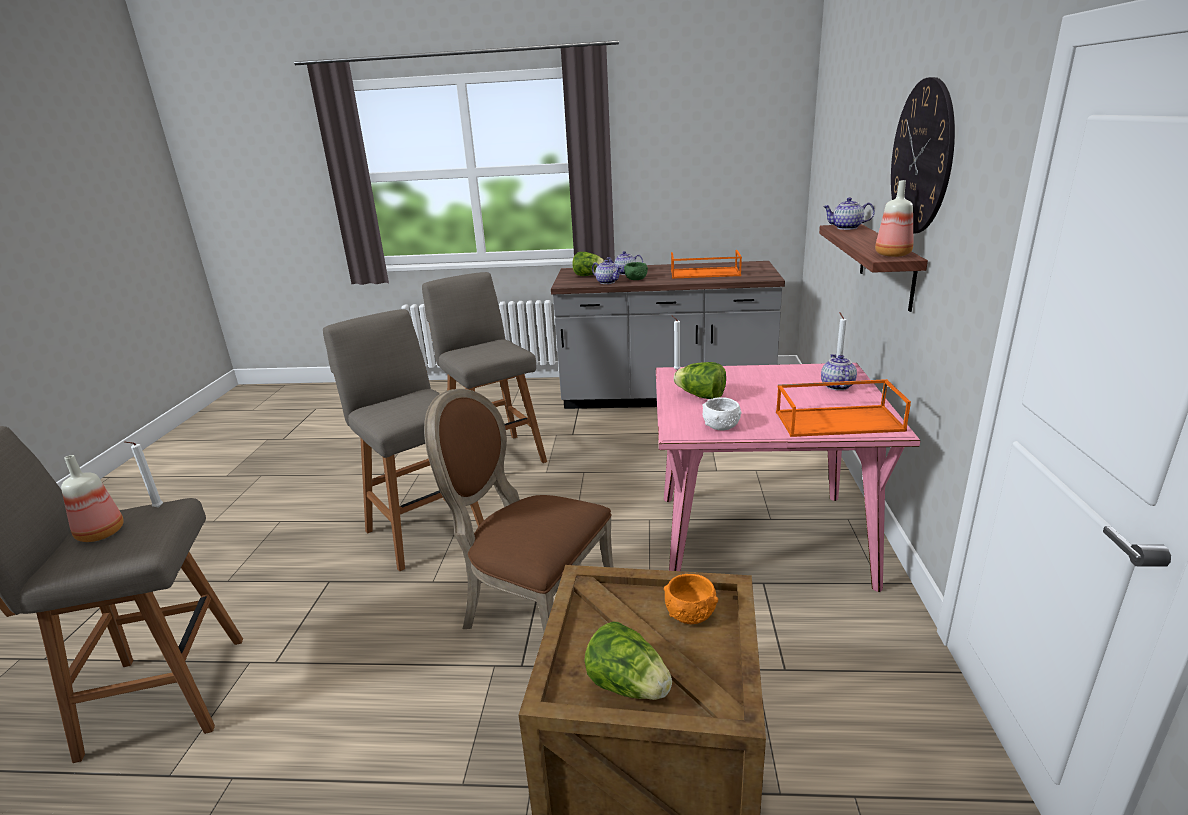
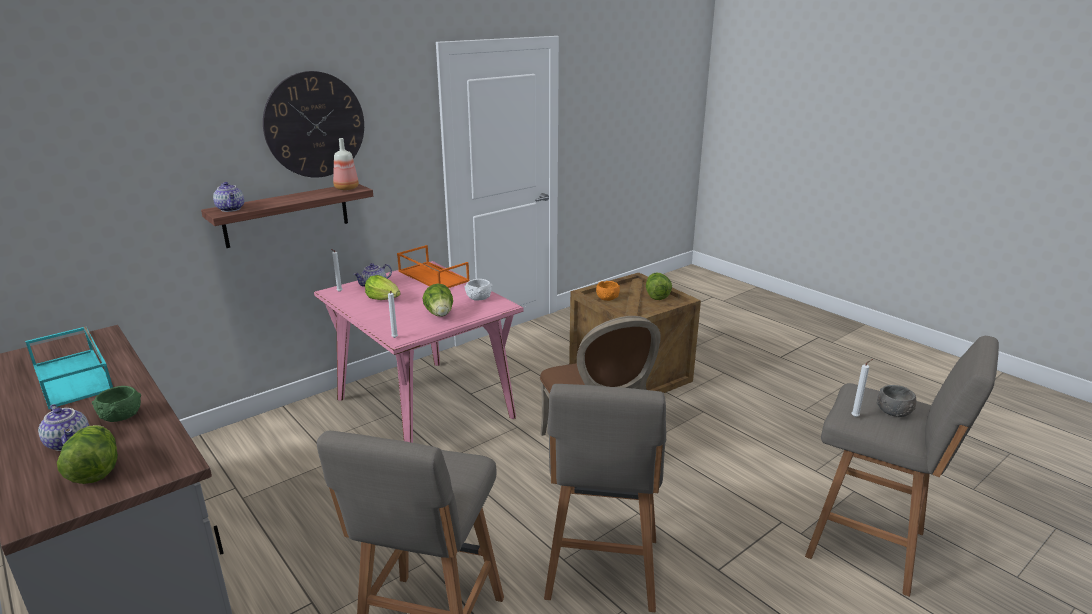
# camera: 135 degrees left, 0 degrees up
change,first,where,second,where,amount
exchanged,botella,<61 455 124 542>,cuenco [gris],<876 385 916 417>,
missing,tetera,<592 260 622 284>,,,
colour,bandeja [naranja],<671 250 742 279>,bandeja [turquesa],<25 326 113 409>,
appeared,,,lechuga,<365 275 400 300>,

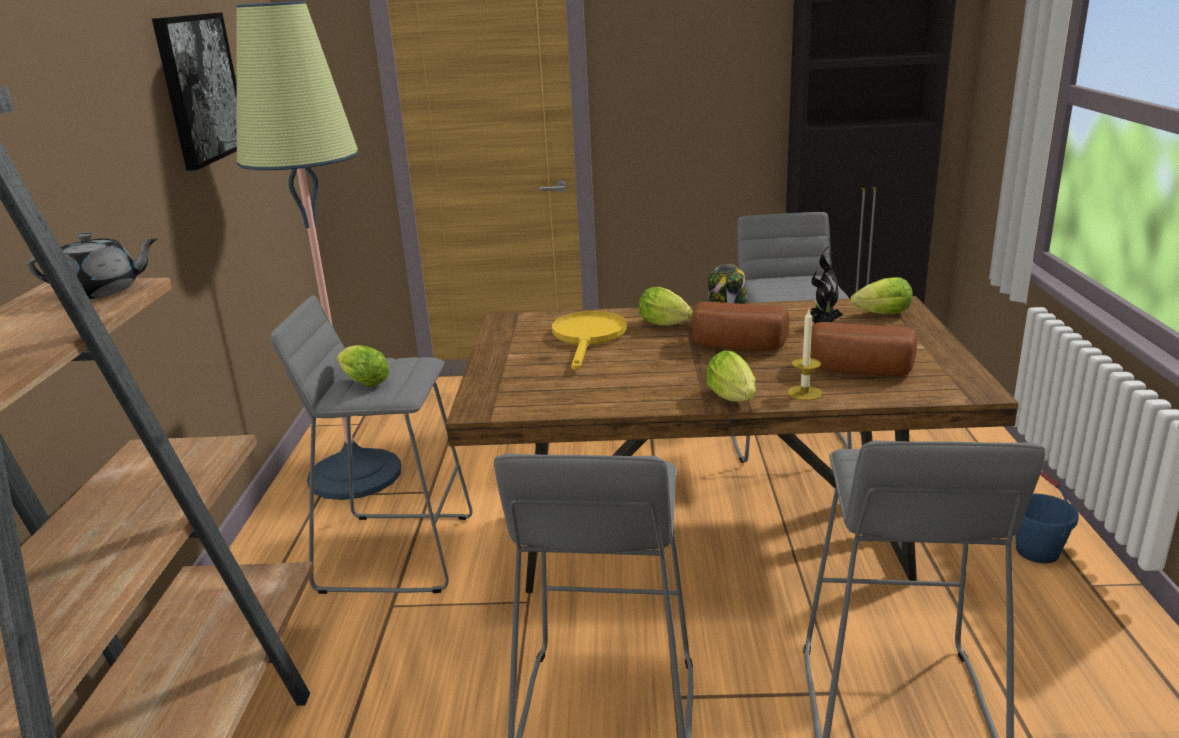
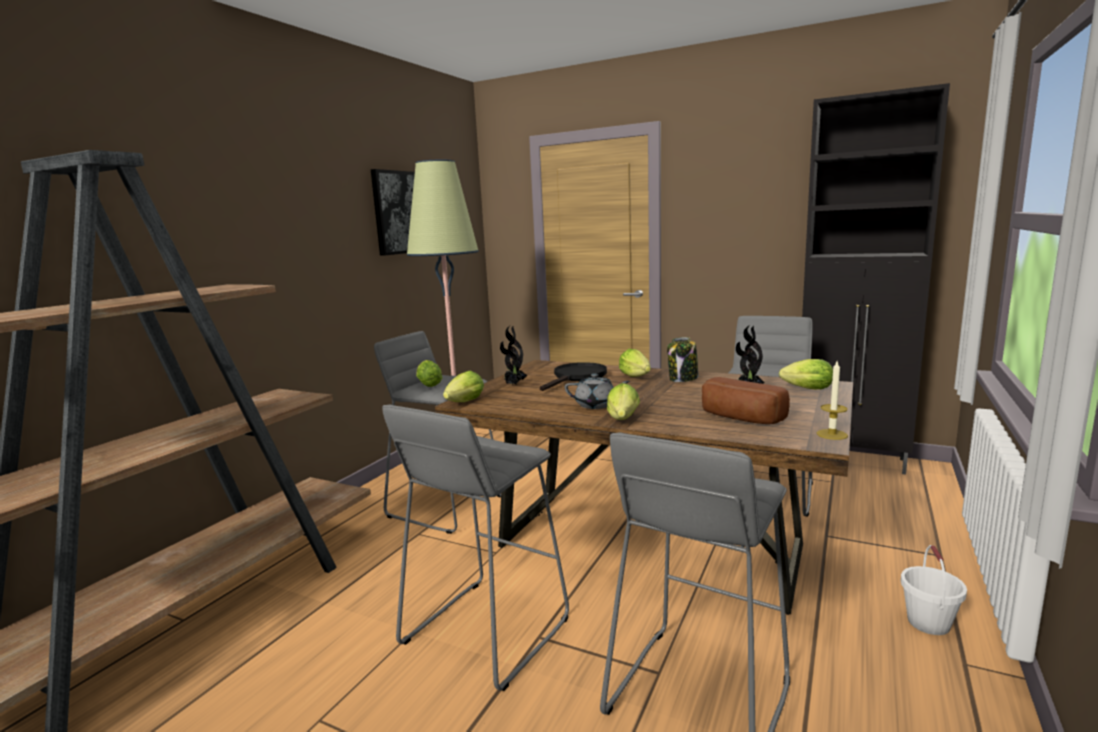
# camera: 25 degrees right, 10 degrees down
change,first,where,second,where,amount
relocated,tetera [gris],<27 232 158 299>,,<565 374 630 409>,
colour,sartén [amarillo],<552 311 627 370>,sartén [negro],<540 362 607 391>,
missing,pan,<692 302 790 351>,,,
relocated,vela,<788 310 822 401>,,<817 361 848 440>,
colour,cubo [azul],<1015 472 1079 563>,cubo [blanco],<900 545 967 635>,
appeared,,,lechuga,<443 371 484 402>,
appeared,,,planta en maceta,<500 327 527 385>,

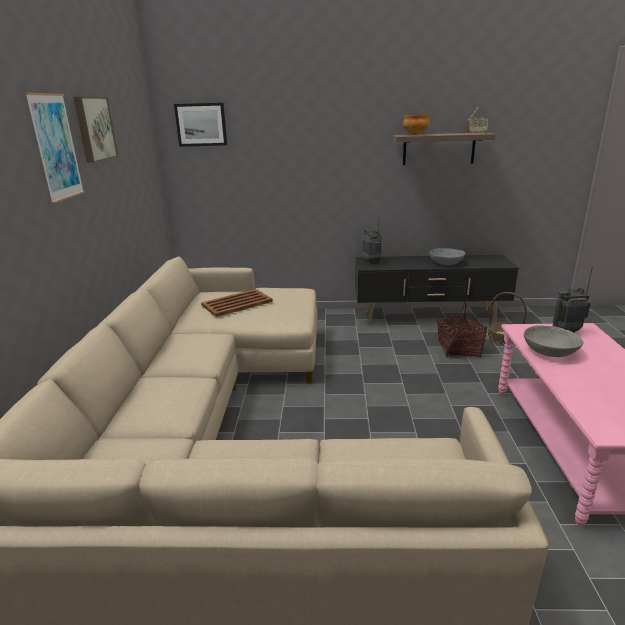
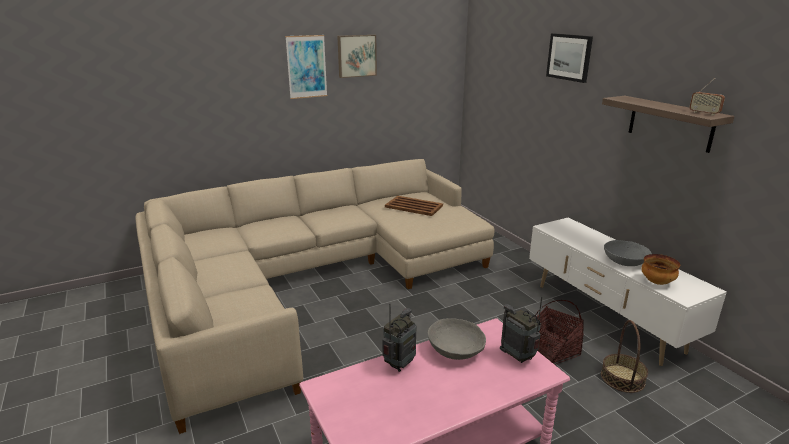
# camera: 60 degrees right, 0 degrees up
change,first,where,second,where,amount
relocated,cuadro,<174 103 227 147>,,<546 33 593 83>,
colour,mueble de televisión [negro],<355 255 519 324>,mueble de televisión [blanco],<529 218 727 366>,
relocated,radio,<363 218 382 263>,,<382 304 416 372>,
relocated,cuenco,<403 114 430 135>,,<641 254 680 285>,

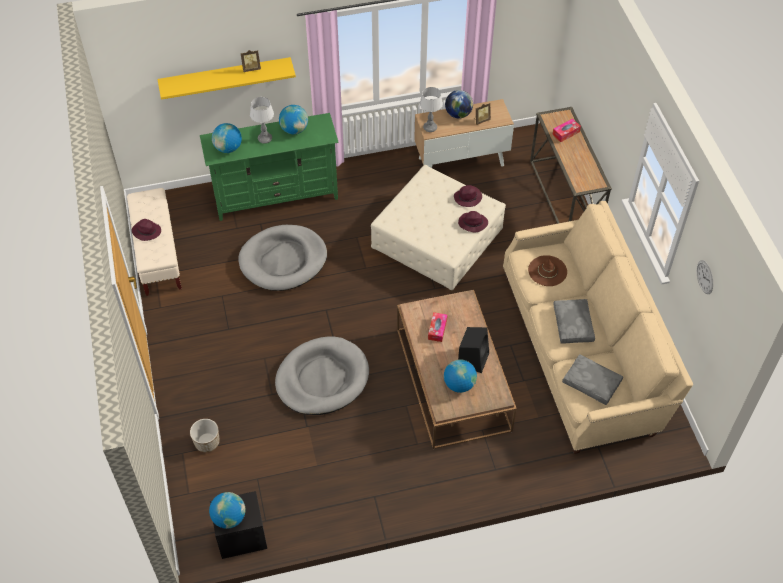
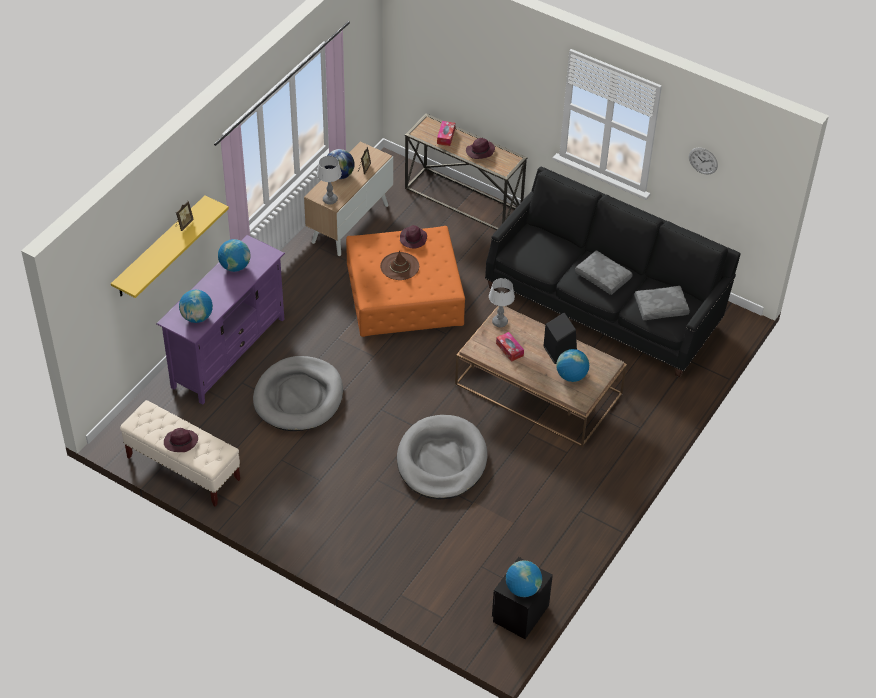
# camera: 45 degrees left, 5 degrees down
change,first,where,second,where,amount
missing,maceta,<190 419 220 452>,,,
colour,mueble de televisión [verde],<200 113 339 221>,mueble de televisión [morado],<156 235 285 405>,
relocated,lámpara de mesa,<250 97 274 144>,,<489 278 515 327>,
colour,puf [beis],<371 165 506 290>,puf [naranja],<346 226 465 337>,
relocated,sombrero [morado],<458 211 488 233>,,<466 138 495 159>,
colour,sofá [beis],<503 201 693 454>,sofá [negro],<485 167 741 377>,
relocated,sombrero [marrón],<528 255 567 286>,,<380 251 419 280>,

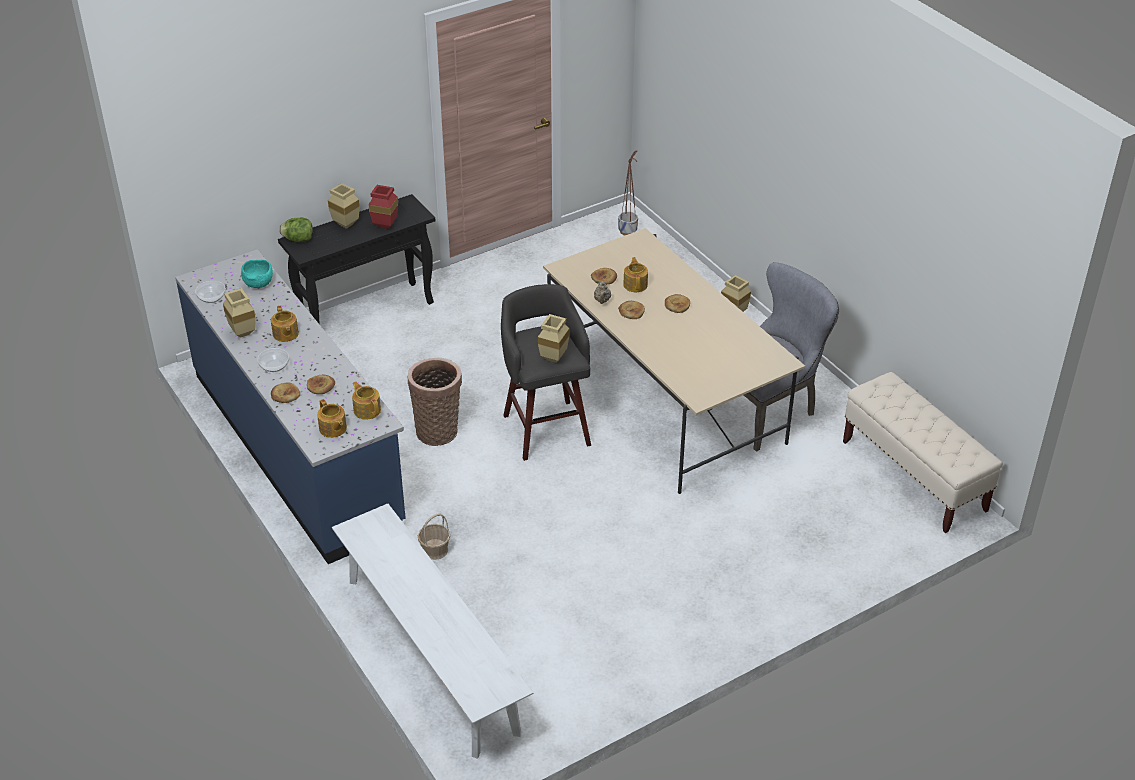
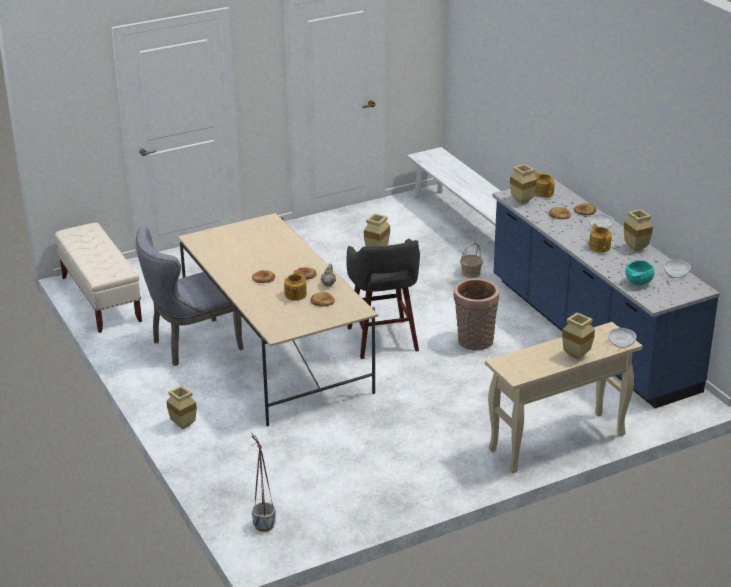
# camera: 175 degrees left, 10 degrees down
change,first,where,second,where,amount
colour,mesa consola [negro],<278 194 435 324>,mesa consola [beis],<485 322 642 473>,
exchanged,lechuga,<279 218 313 242>,cuenco,<608 328 636 348>,
exchanged,tetera,<352 381 381 420>,florero [beis],<510 164 537 204>,
missing,florero [rojo],<369 185 398 229>,,,

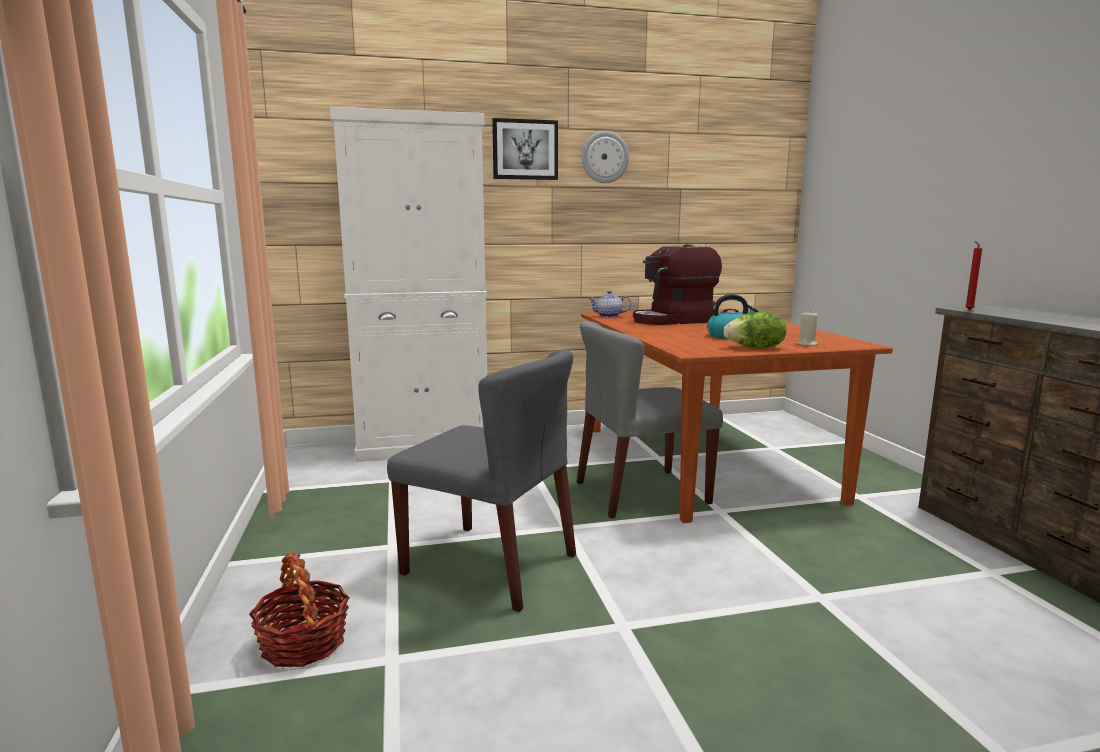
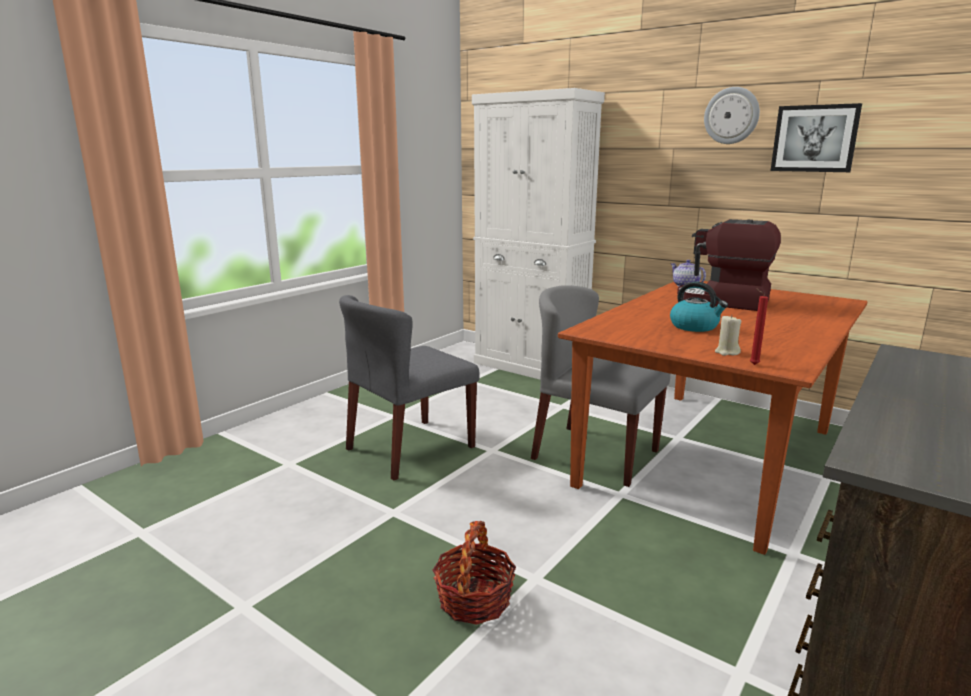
# camera: 50 degrees right, 5 degrees up
change,first,where,second,where,amount
relocated,cesta,<249 552 349 668>,,<432 521 516 625>,
spun,silla [gris],<387 350 576 612>,,<339 295 480 480>,60 degrees clockwise
relocated,cuadro,<492 118 558 180>,,<770 103 862 172>,
missing,lechuga,<723 312 787 348>,,,
relocated,vela [rojo],<965 241 982 310>,,<750 288 768 365>,

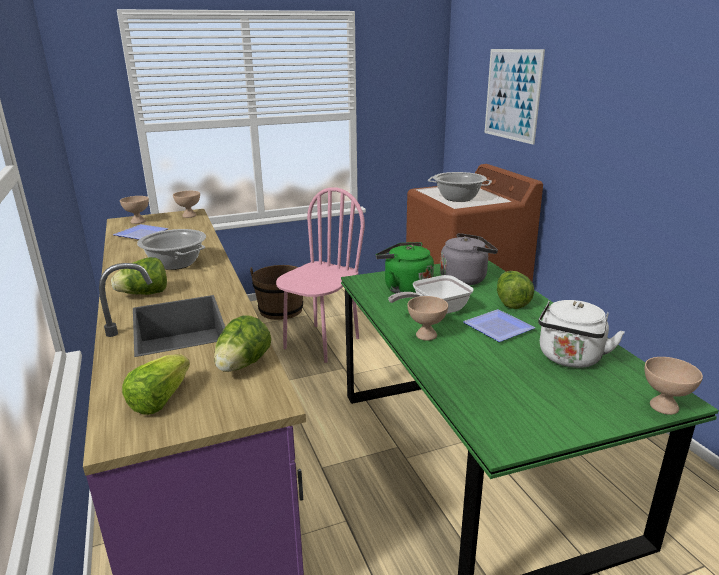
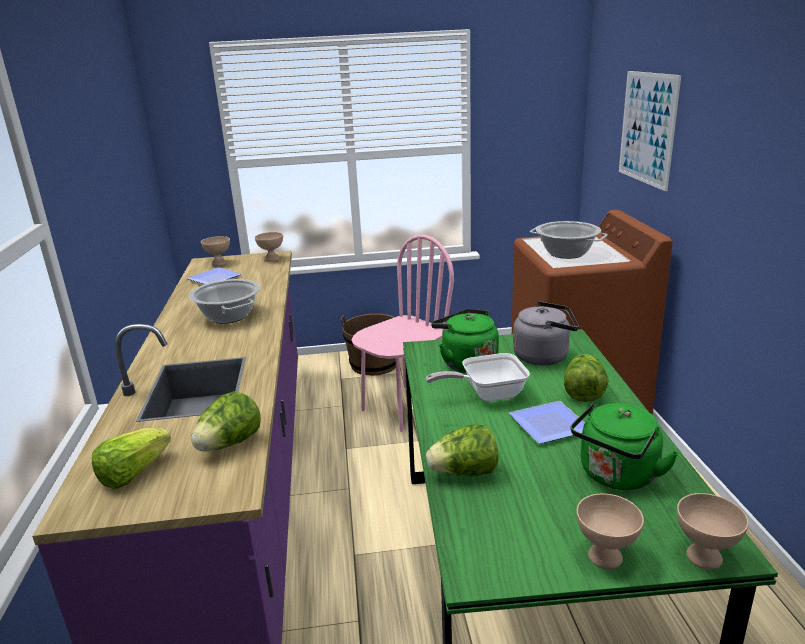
# camera: 15 degrees right, 0 degrees up
change,first,where,second,where,amount
relocated,lechuga,<111 257 167 295>,,<426 424 499 477>,
relocated,cuenco [beis],<407 296 448 341>,,<576 494 644 569>,
colour,hervidor [blanco],<538 300 625 368>,hervidor [verde],<570 403 679 490>,

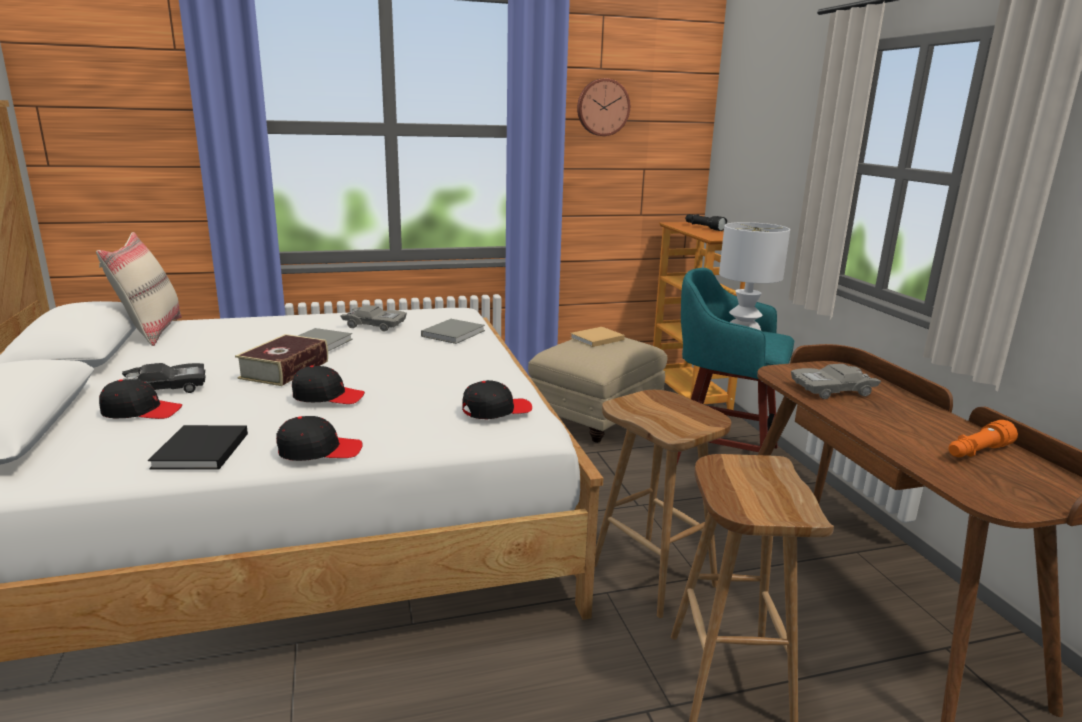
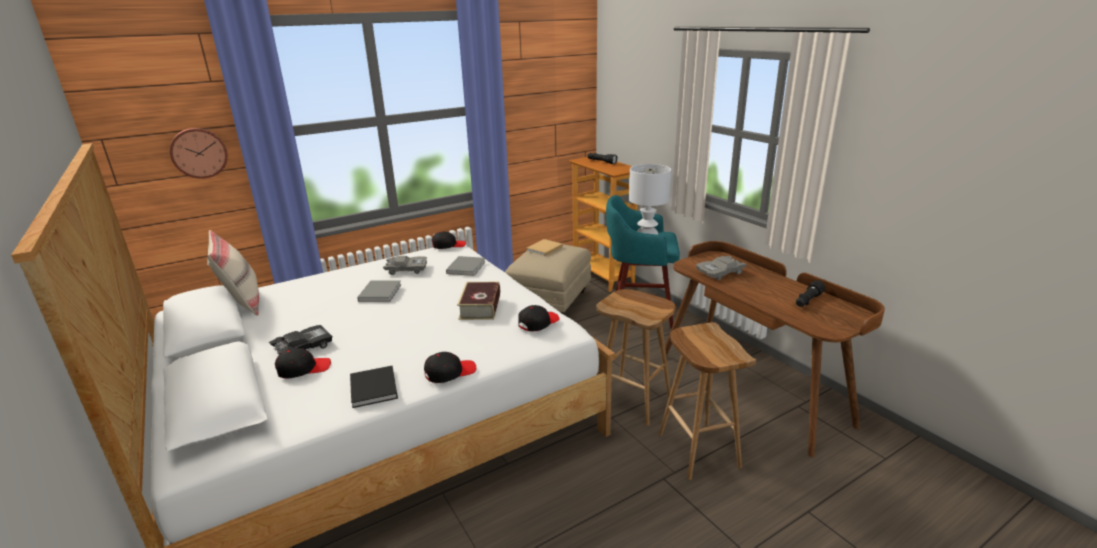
# camera: 15 degrees left, 5 degrees up
change,first,where,second,where,amount
relocated,libro,<235 334 328 386>,,<457 282 500 320>,
relocated,gorra [negro],<292 365 365 404>,,<432 231 466 249>,
relocated,reloj de pared,<577 78 630 136>,,<170 128 228 179>,
colour,linterna [naranja],<948 420 1018 457>,linterna [negro],<796 280 825 307>,

